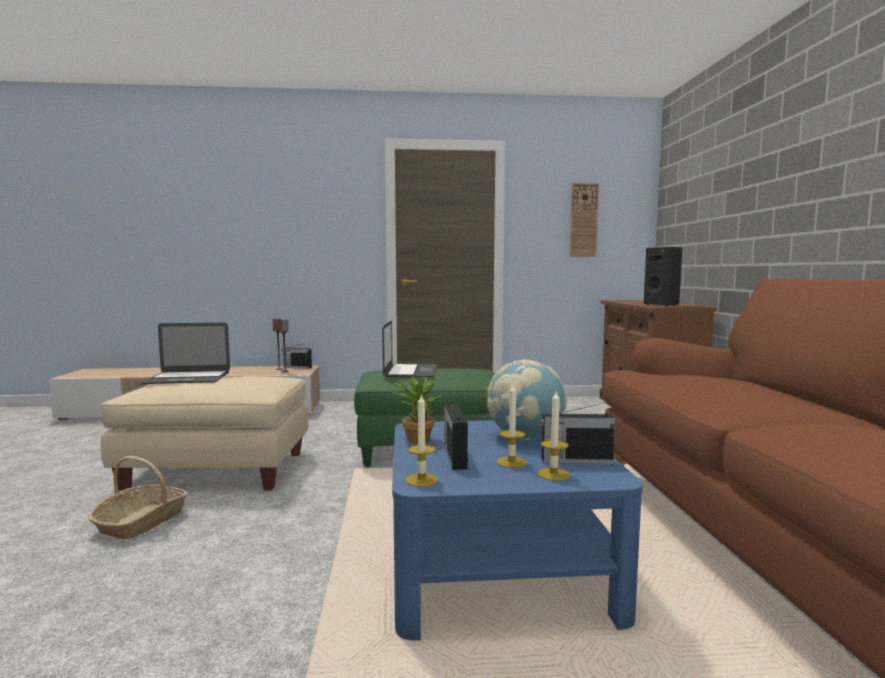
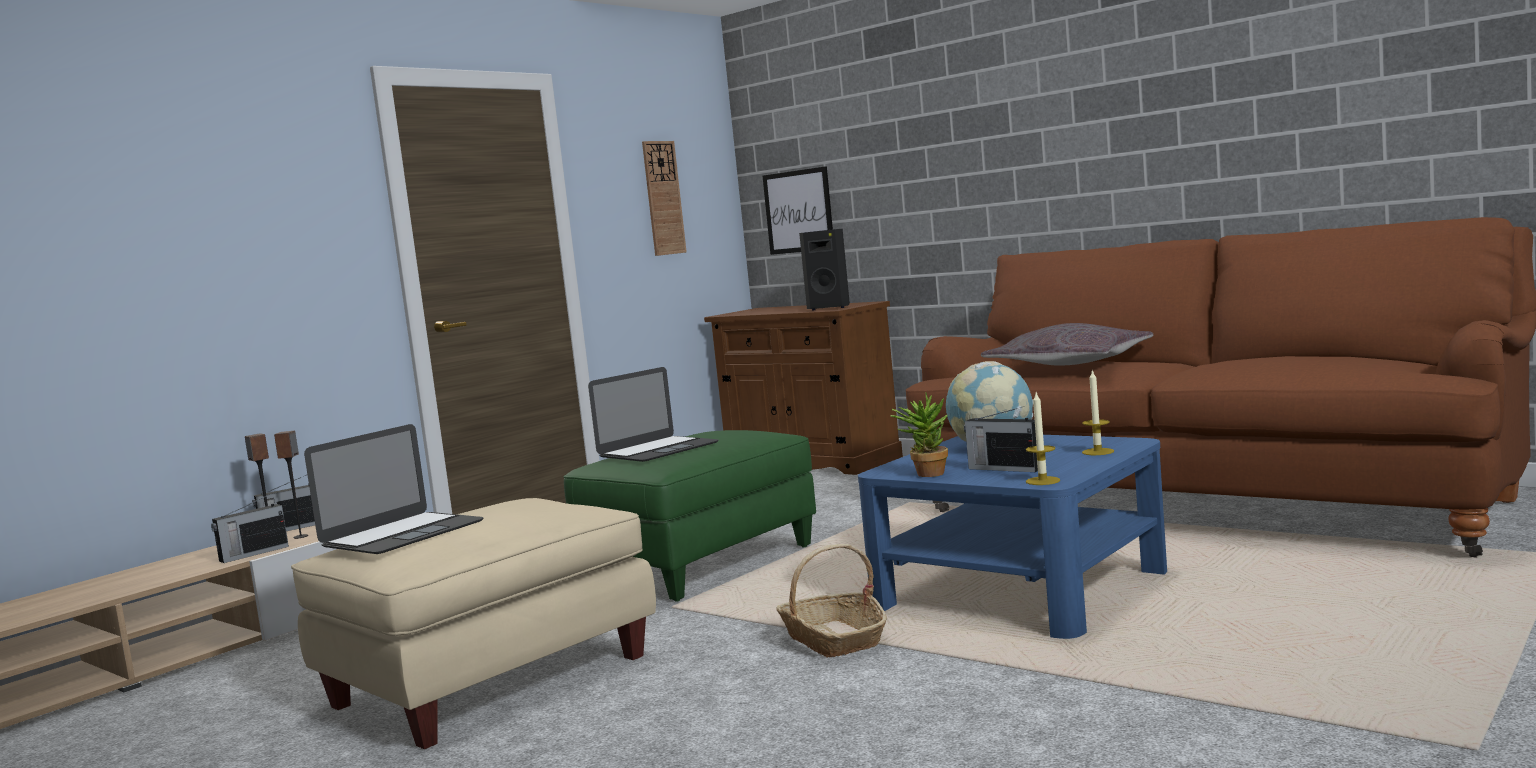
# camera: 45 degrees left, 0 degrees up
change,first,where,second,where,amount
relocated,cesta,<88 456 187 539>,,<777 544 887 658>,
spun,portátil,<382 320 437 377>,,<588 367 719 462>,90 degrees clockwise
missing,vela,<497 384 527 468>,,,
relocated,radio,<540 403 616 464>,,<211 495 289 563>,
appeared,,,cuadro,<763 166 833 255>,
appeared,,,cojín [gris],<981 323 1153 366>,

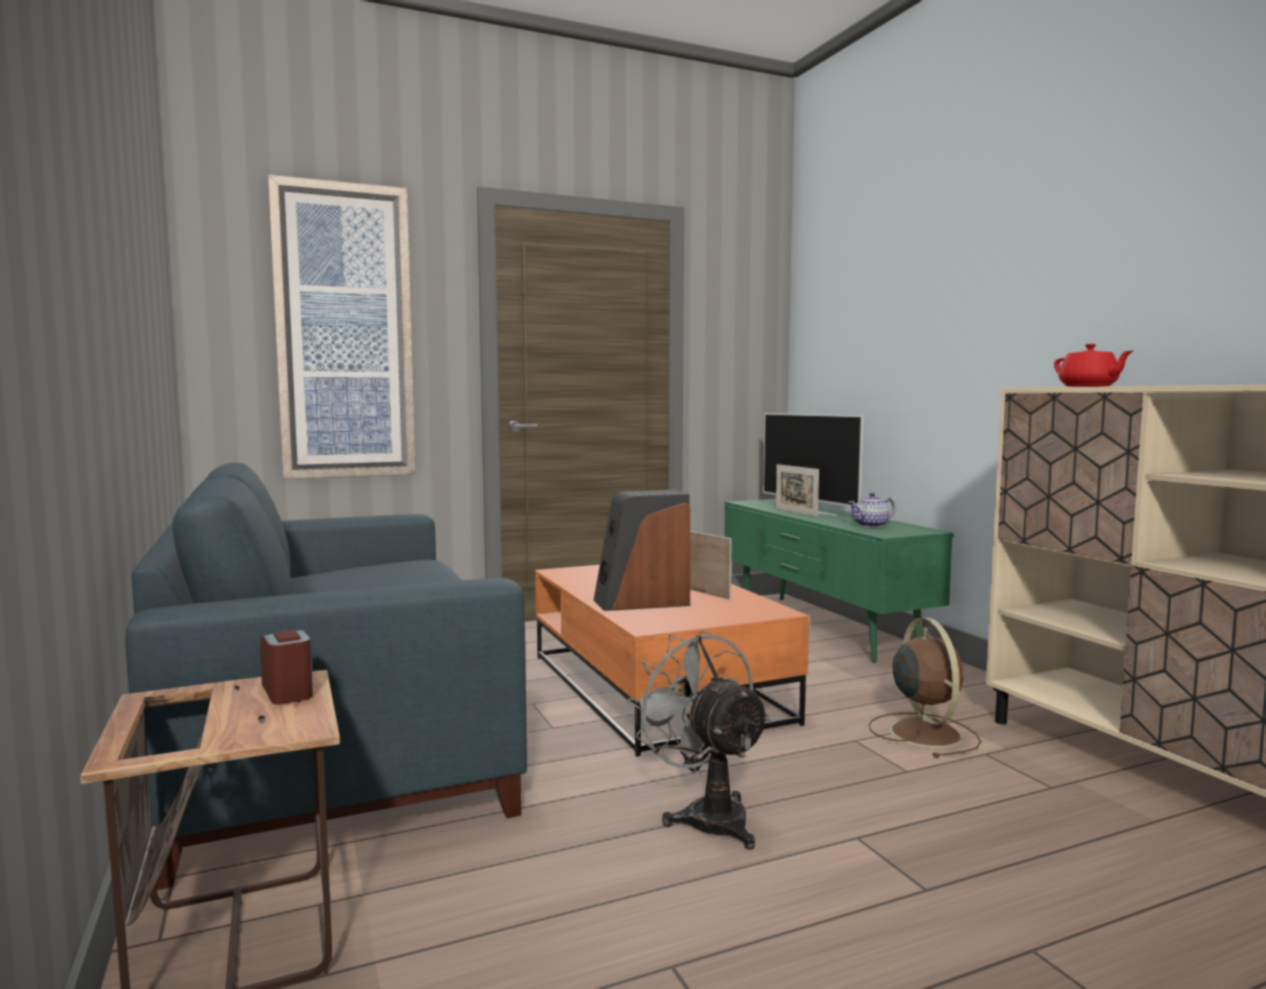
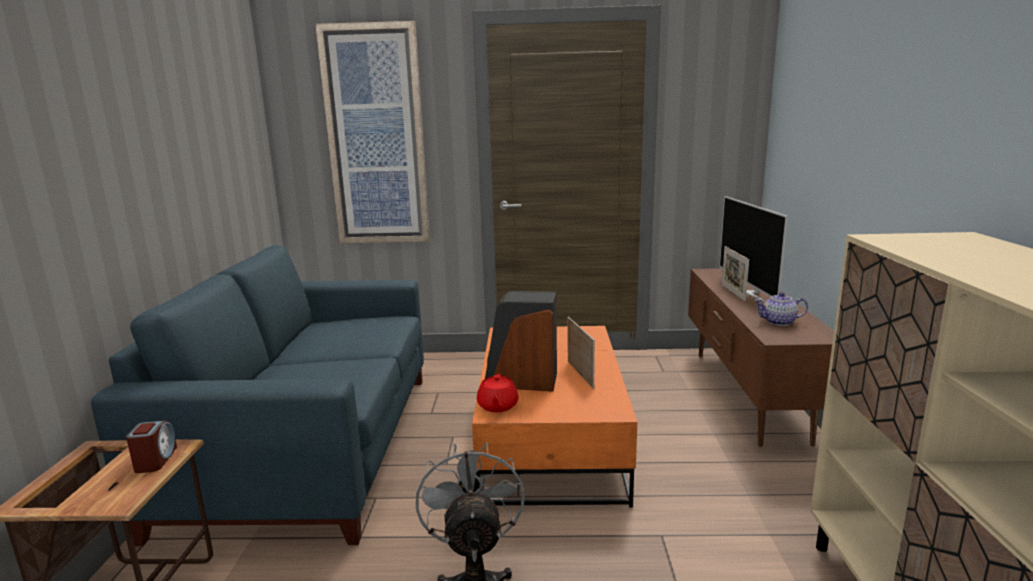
# camera: 25 degrees right, 10 degrees up
change,first,where,second,where,amount
colour,mueble de televisión [verde],<725 499 955 663>,mueble de televisión [marrón],<688 268 834 447>,
missing,ventilador [marrón],<869 617 981 758>,,,
relocated,tetera [rojo],<1054 344 1133 387>,,<477 373 519 412>,

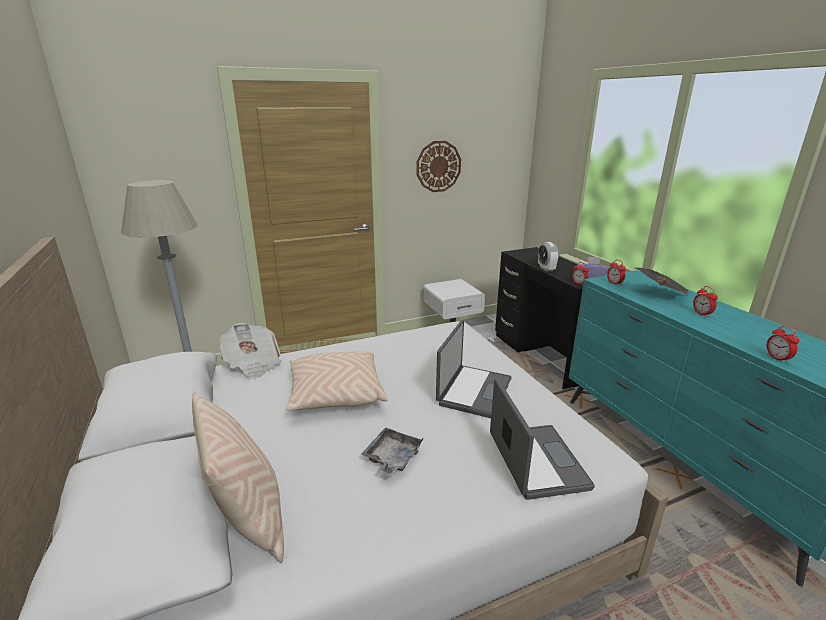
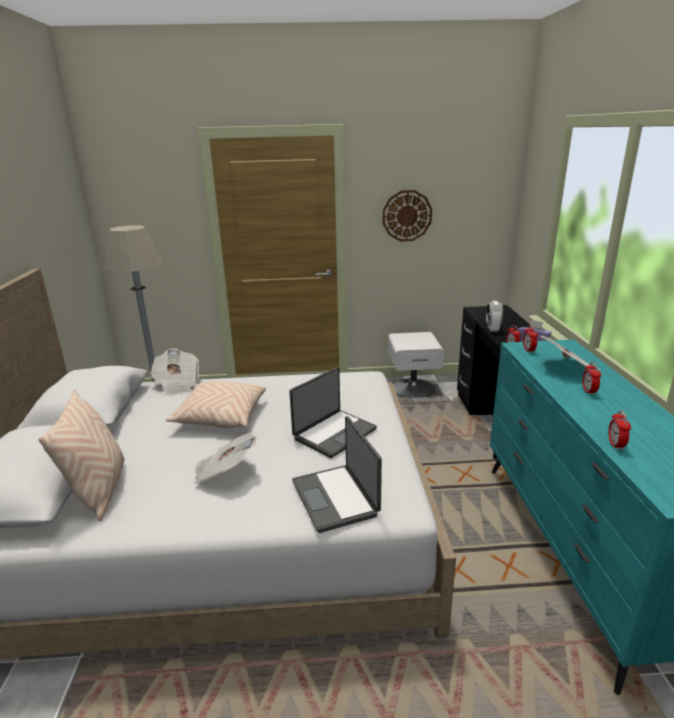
# camera: 20 degrees right, 0 degrees up
change,first,where,second,where,amount
exchanged,bandeja [gris],<361 427 423 477>,periódico,<194 432 256 484>,
spun,portátil,<490 378 595 500>,,<292 416 382 533>,150 degrees clockwise

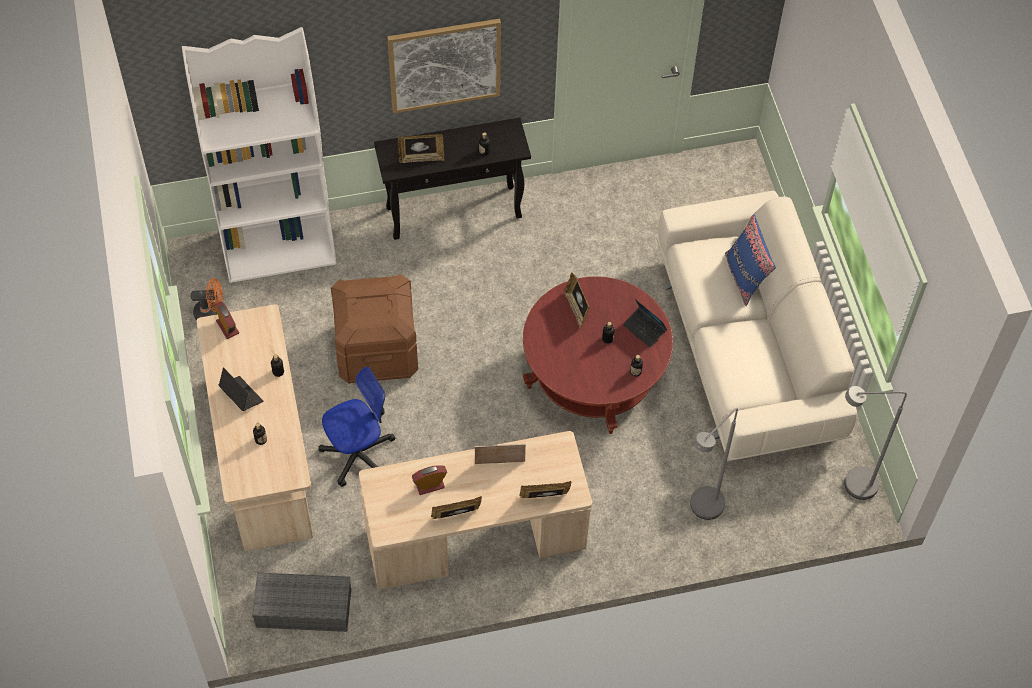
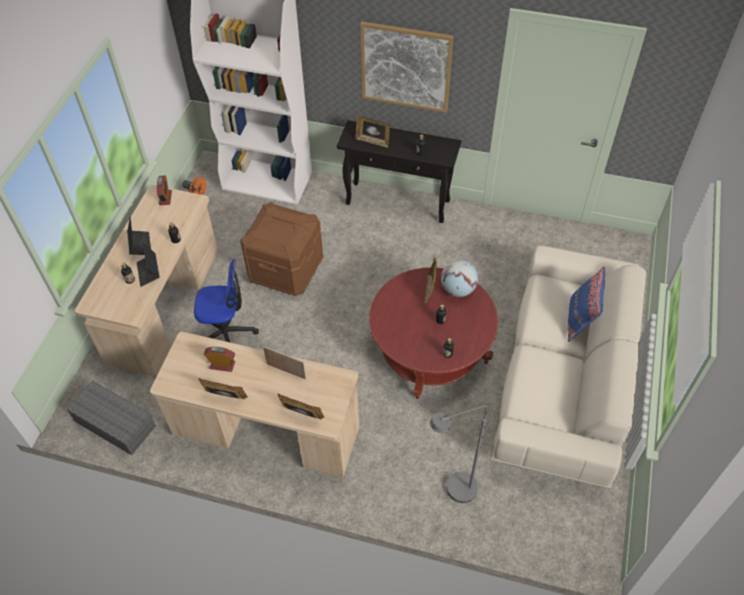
# camera: 30 degrees right, 5 degrees down
change,first,where,second,where,amount
relocated,portátil,<623 299 667 348>,,<137 242 160 287>,
missing,lámpara de pie [gris],<844 386 907 500>,,,
appeared,,,globo terráqueo,<441 260 478 297>,

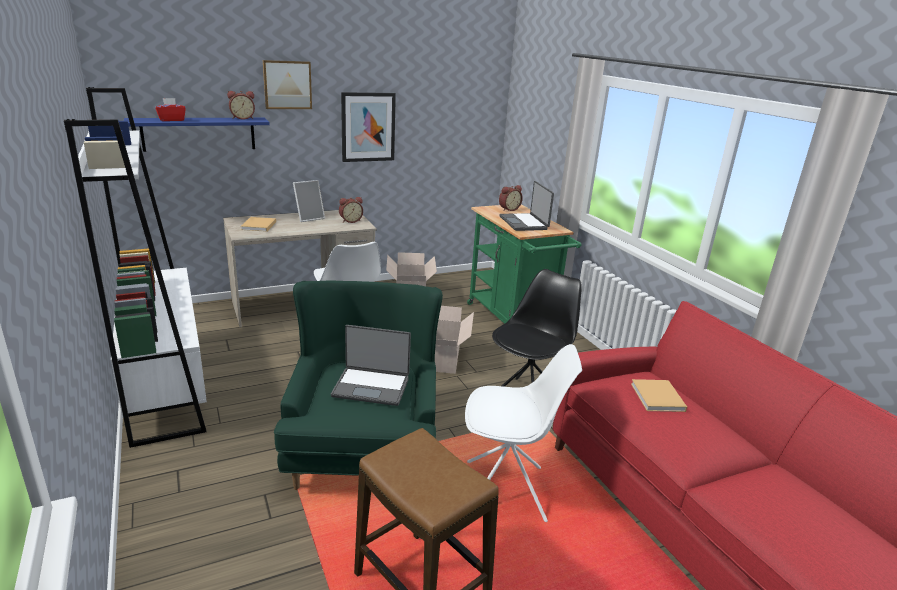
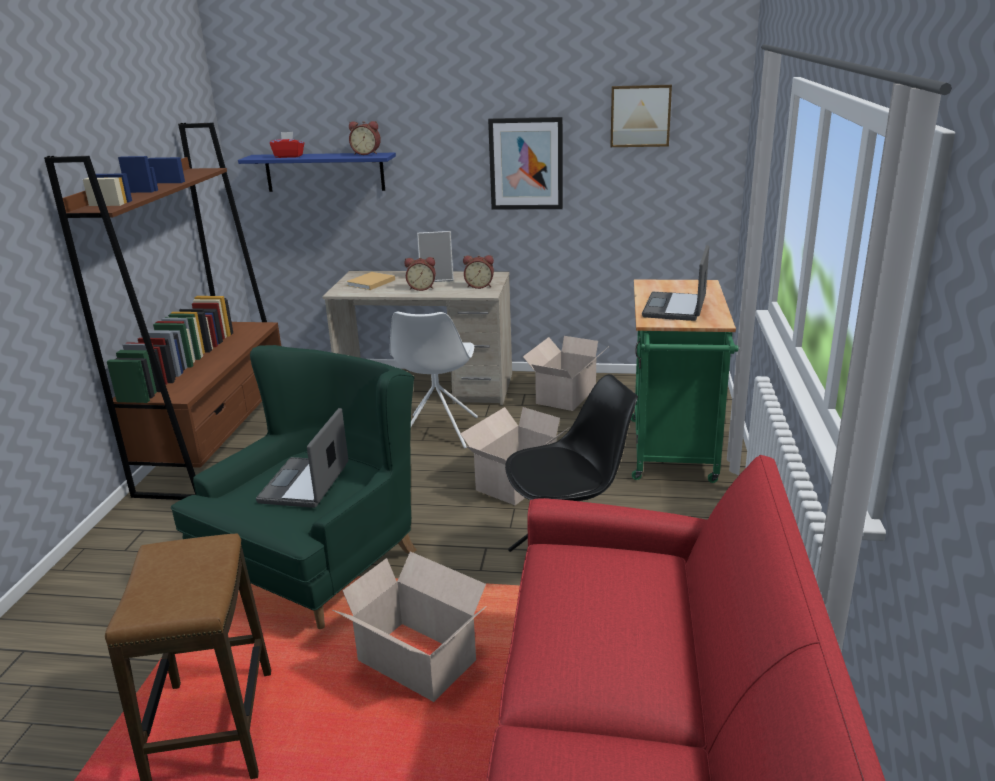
# camera: 35 degrees right, 0 degrees up
change,first,where,second,where,amount
colour,estantería [blanco],<64 87 207 448>,estantería [marrón],<44 123 281 500>,
relocated,cuadro,<263 60 312 109>,,<610 85 672 147>,
spun,portátil,<331 325 411 406>,,<256 408 348 508>,60 degrees clockwise
exchanged,silla [blanco],<465 344 582 522>,caja de cartón,<332 551 487 702>,
relocated,despertador,<499 185 523 211>,,<404 257 436 291>,
missing,libro [beis],<631 379 687 412>,,,

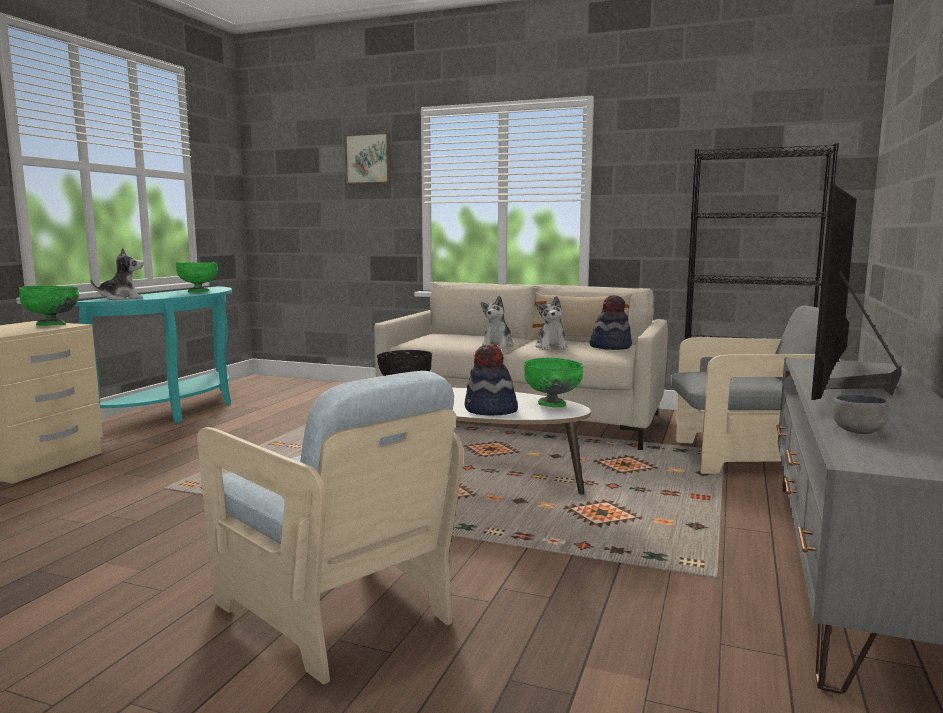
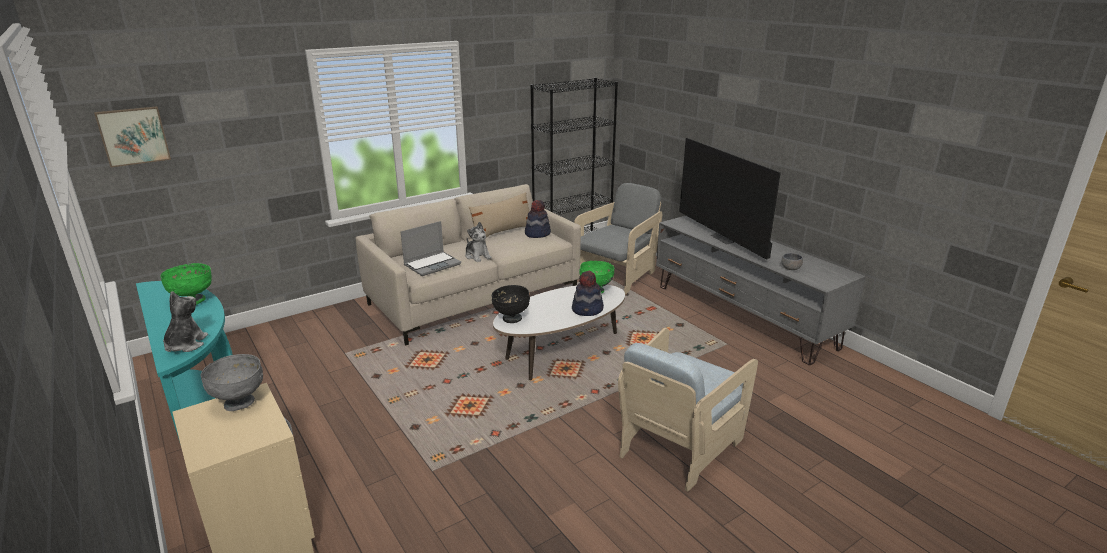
# camera: 55 degrees left, 15 degrees up
change,first,where,second,where,amount
colour,cuenco [verde],<19 286 79 326>,cuenco [gris],<200 354 263 411>,
spun,sillón [beis],<197 371 463 684>,,<618 328 758 492>,135 degrees clockwise
relocated,cuadro,<345 133 391 184>,,<94 106 171 168>,
missing,peluche,<535 296 568 350>,,,
appeared,,,portátil,<401 221 461 276>,

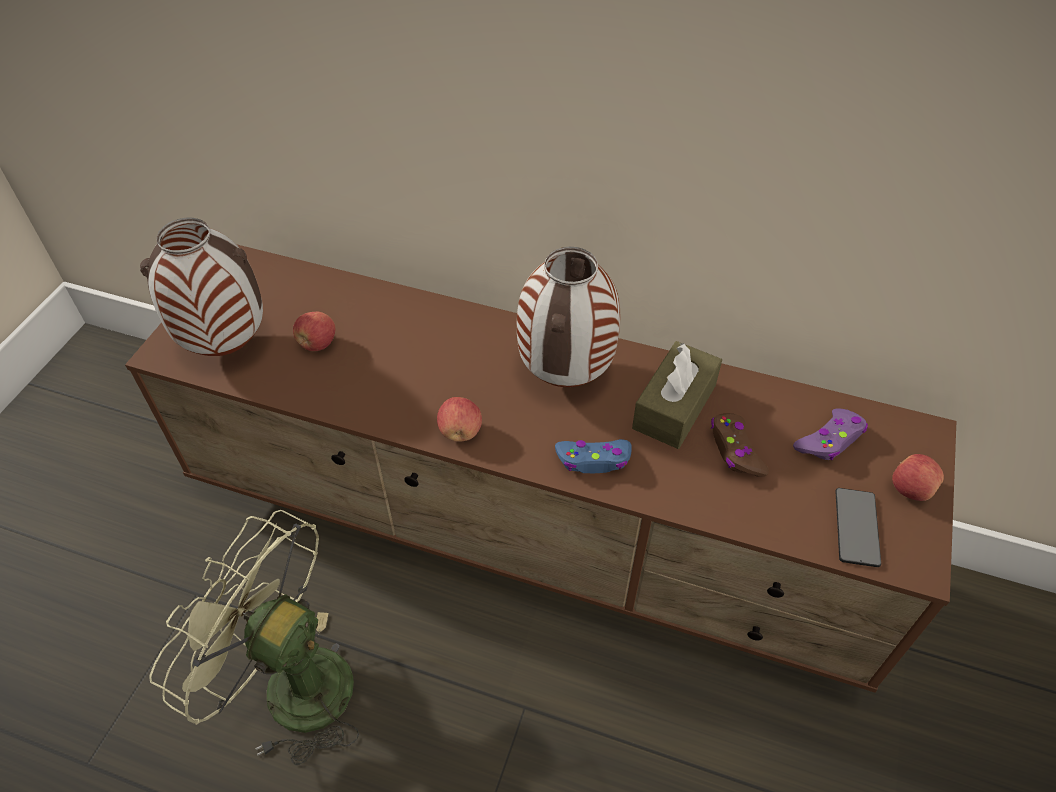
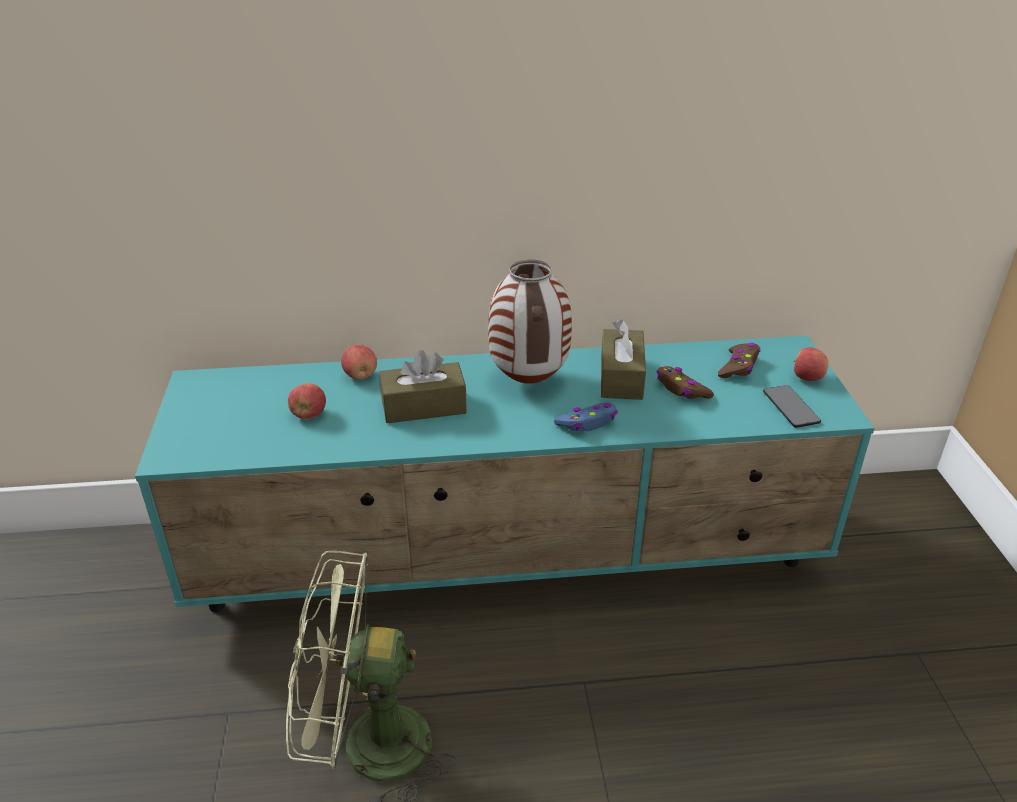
# camera: 25 degrees left, 15 degrees down
change,first,where,second,where,amount
colour,mueble de televisión [marrón],<125 244 956 693>,mueble de televisión [turquesa],<135 336 875 612>,
missing,florero,<140 218 263 356>,,,
relocated,manzana,<437 397 482 442>,,<341 345 377 380>,
colour,mando de consola [morado],<793 408 868 460>,mando de consola [marrón],<718 343 760 378>,
appeared,,,caja de pañuelos [marrón],<379 350 467 423>,

